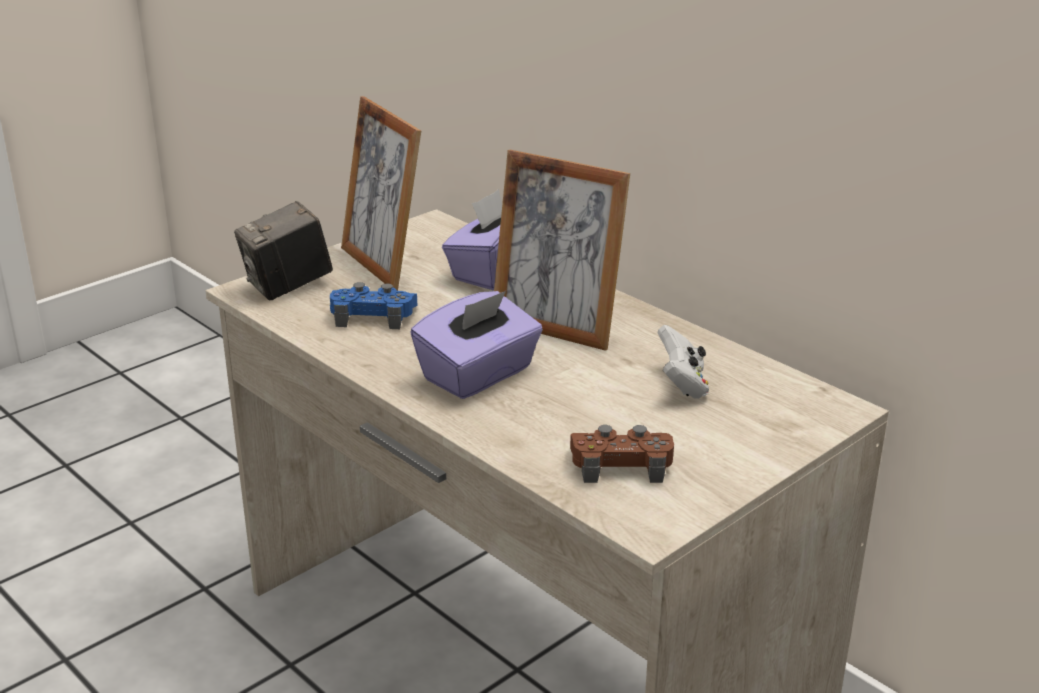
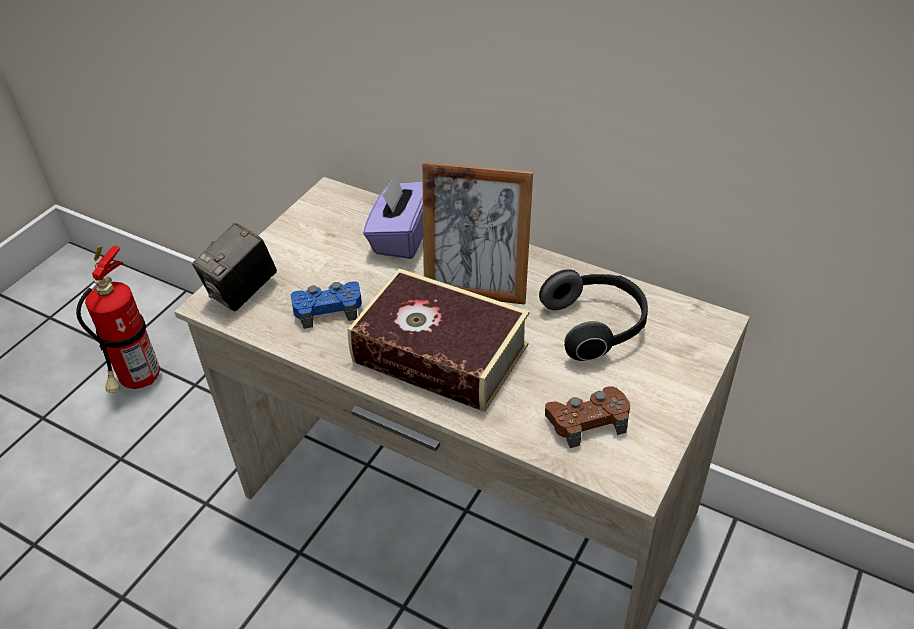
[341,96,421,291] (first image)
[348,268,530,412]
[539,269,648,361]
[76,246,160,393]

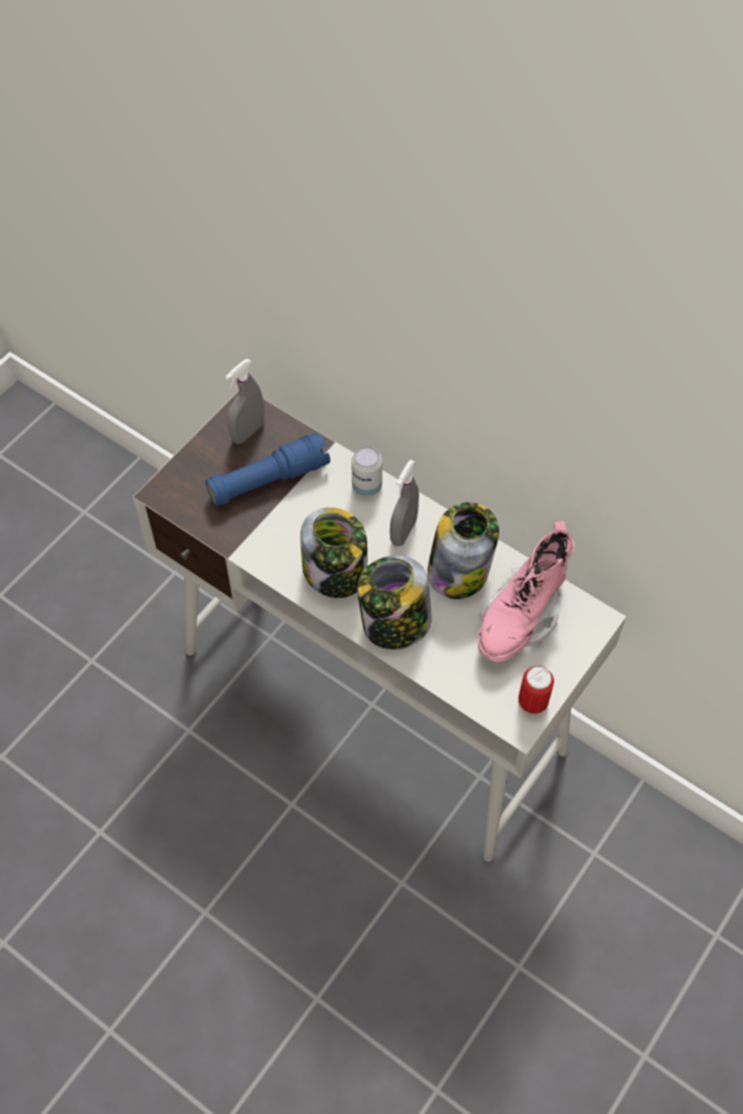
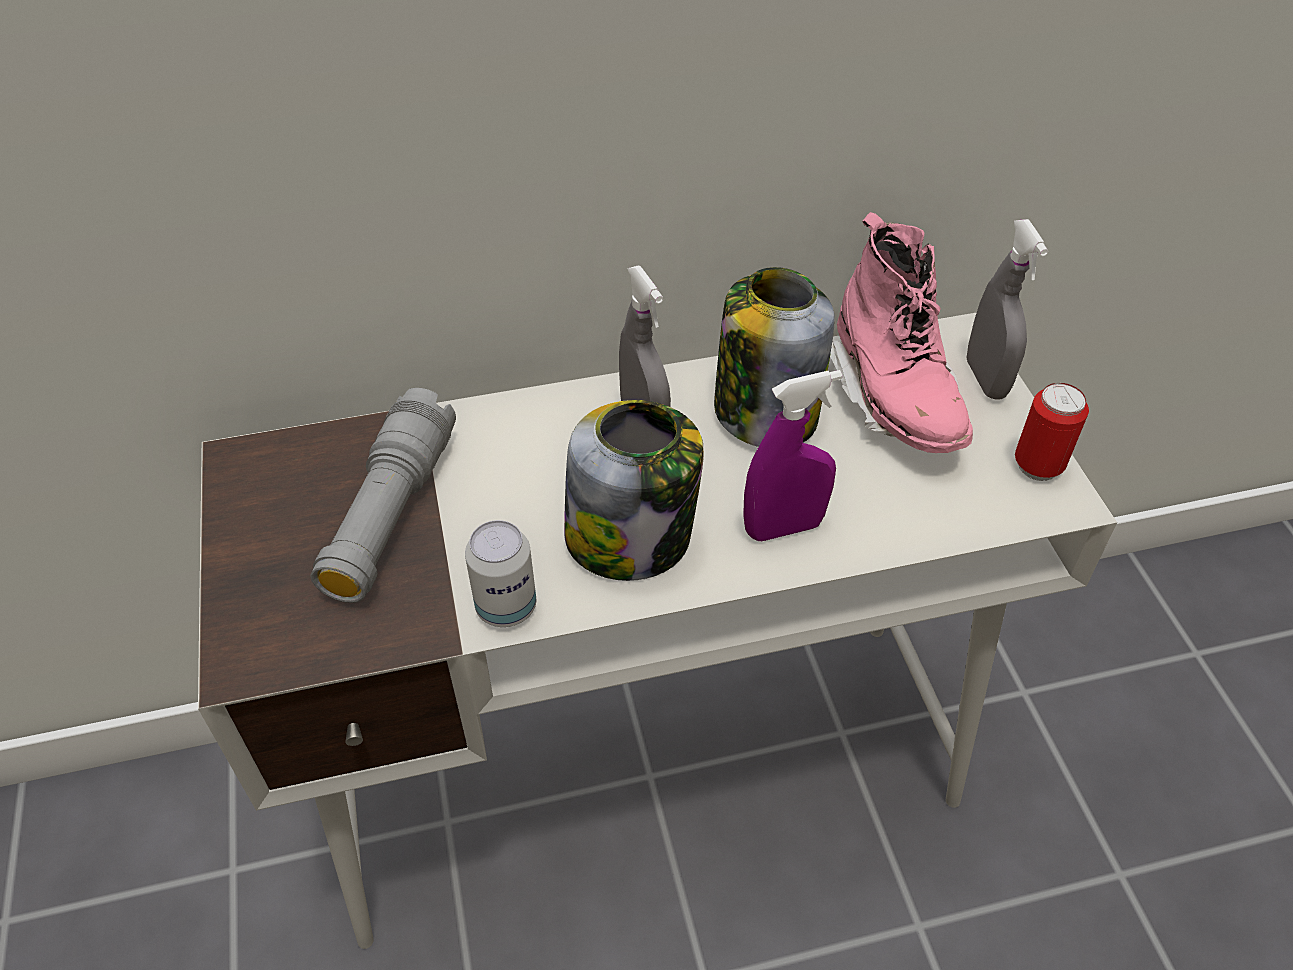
[310,388,456,603]
[966,219,1048,399]
[465,520,536,627]
[743,370,842,541]

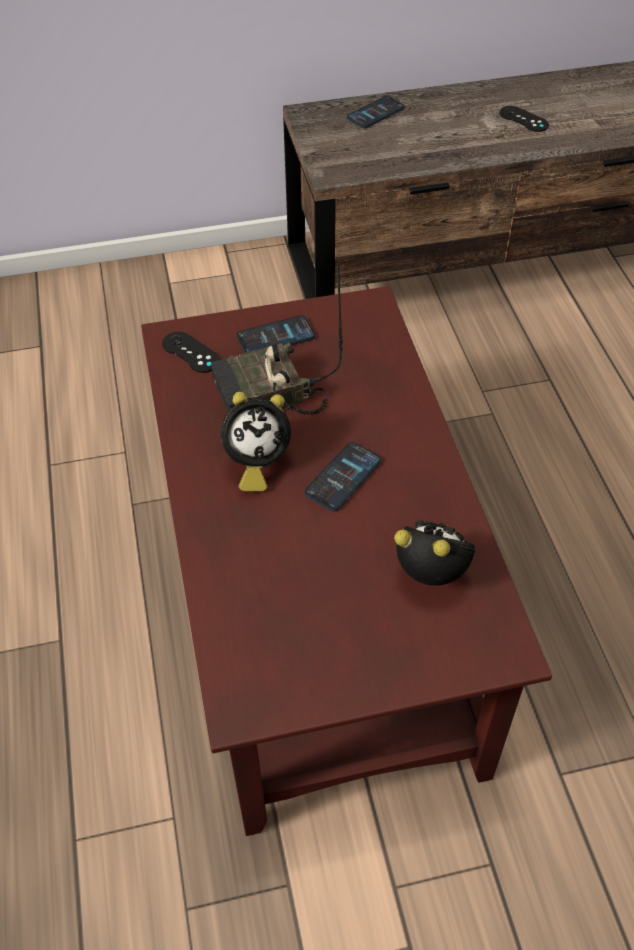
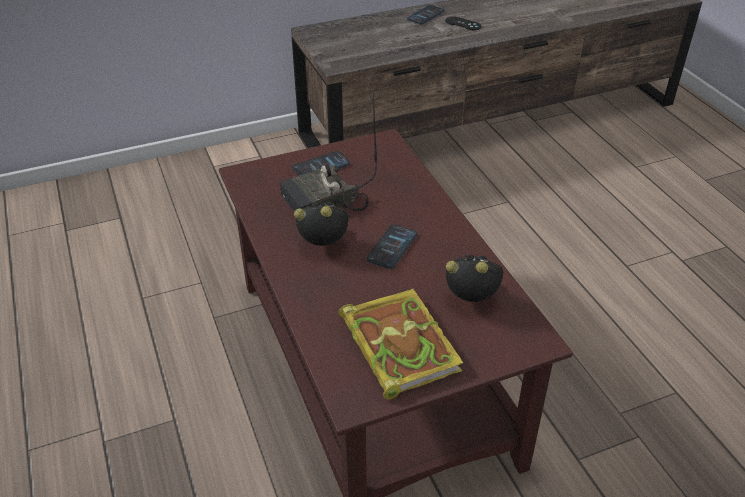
[162,332,220,373] (first image)
[294,202,349,246]
[407,5,445,24]
[339,289,463,399]

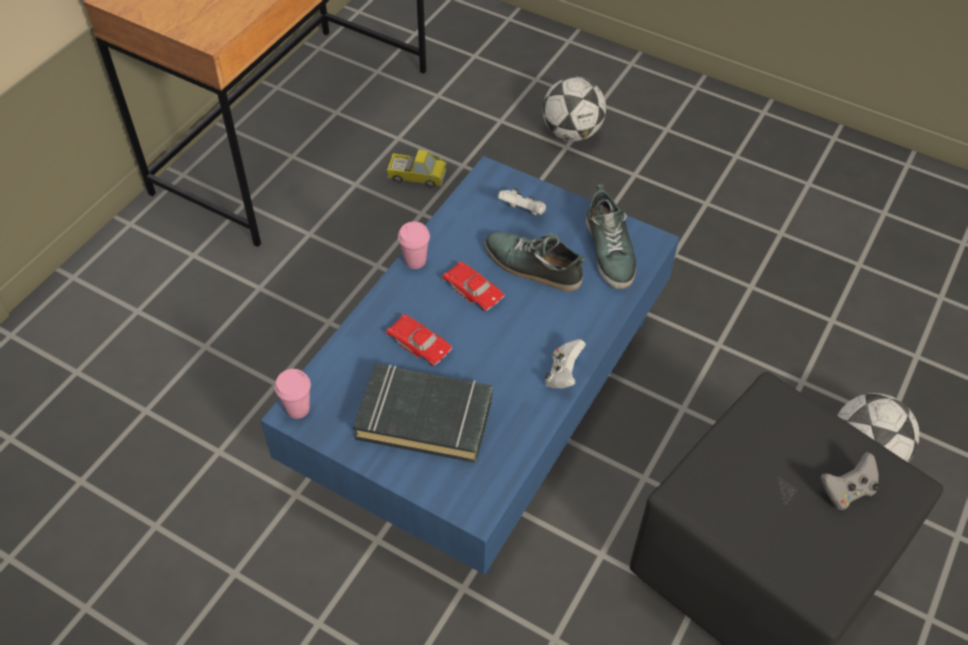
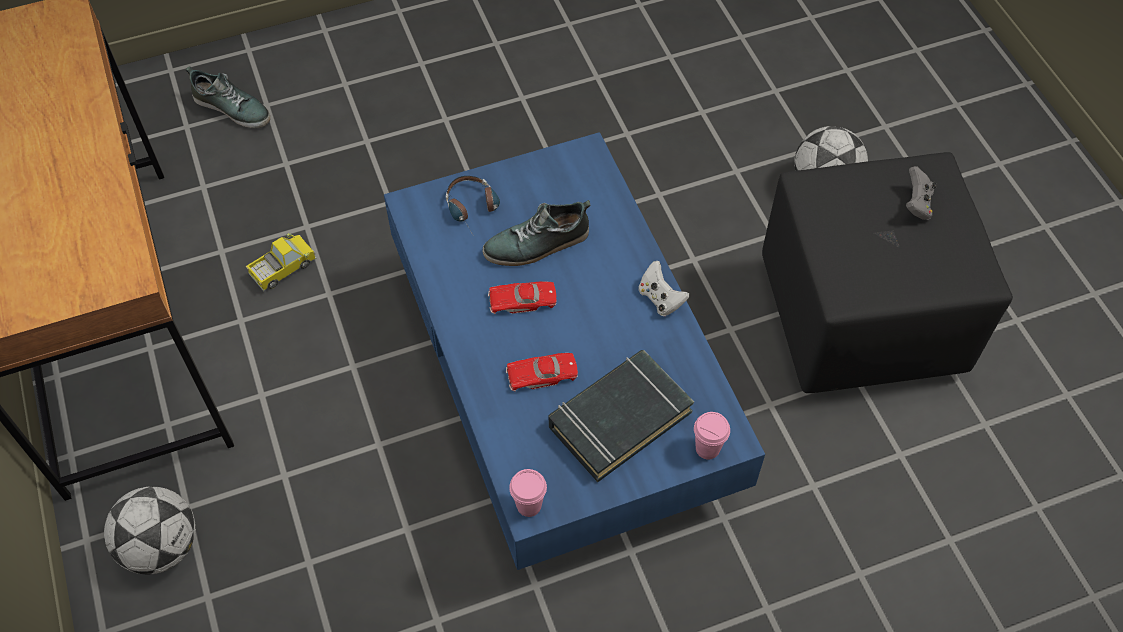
[694,412,730,459]
[446,176,500,235]
[104,486,196,575]
[185,67,270,128]

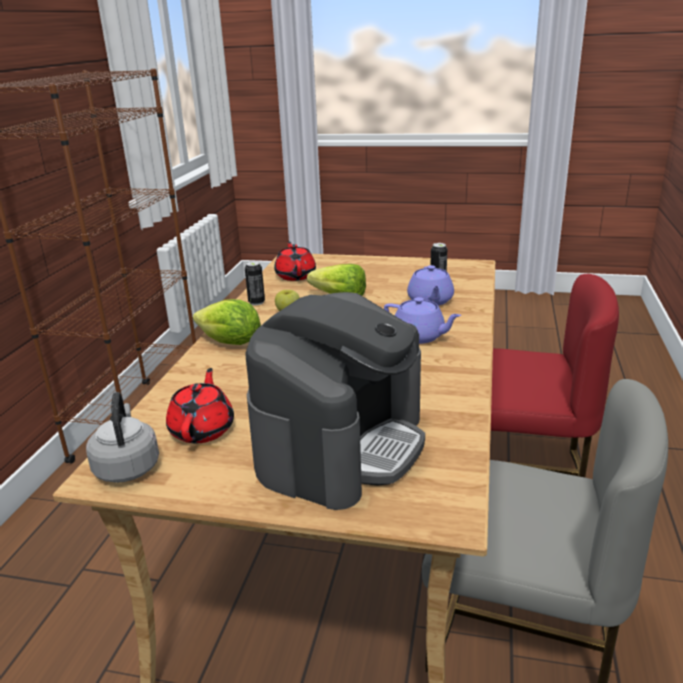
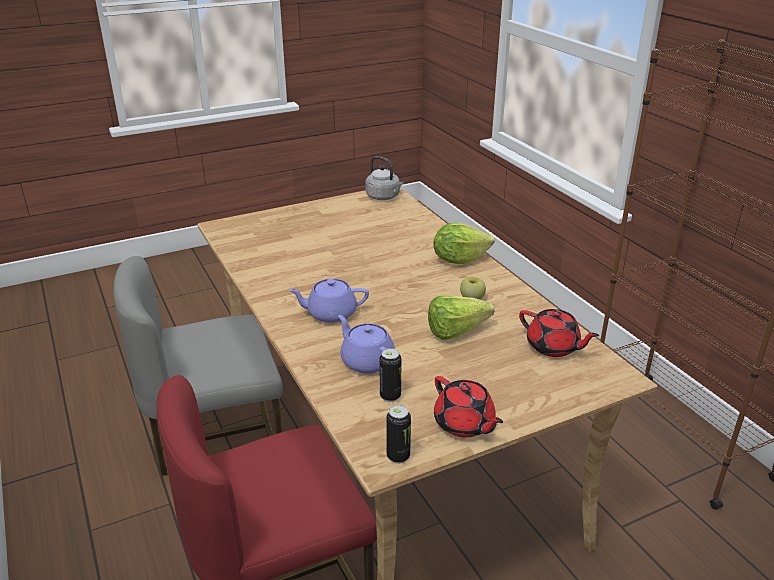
[434,376,503,437]
[387,405,411,464]
[245,292,425,510] (first image)

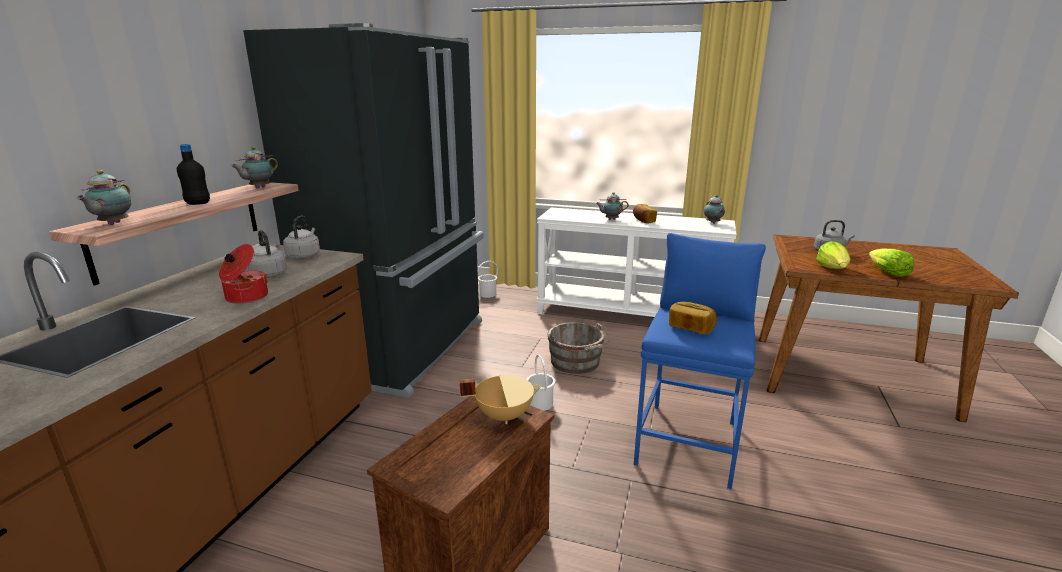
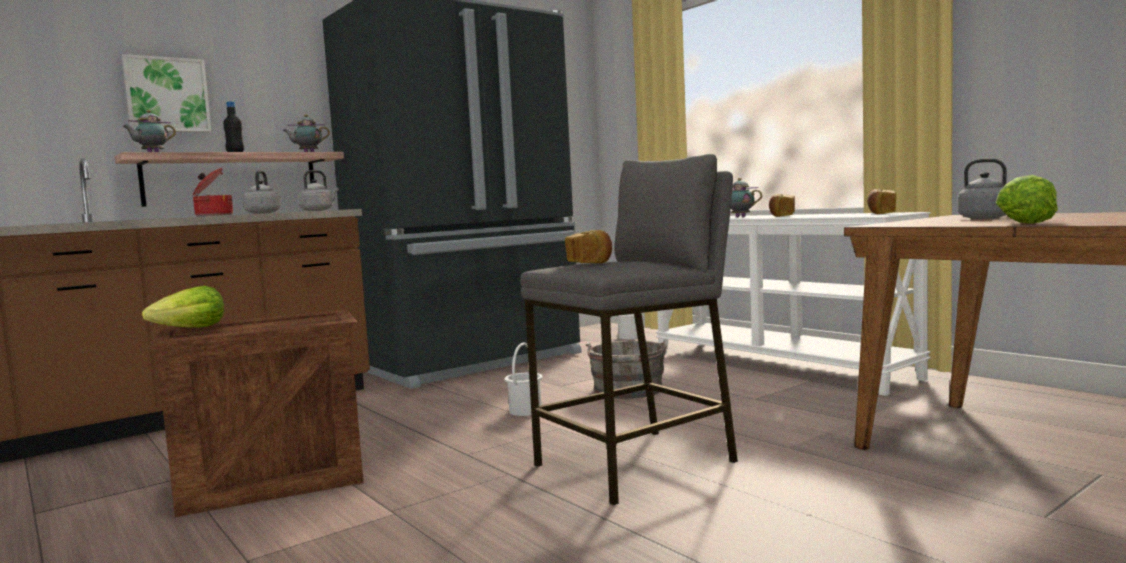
[460,375,541,424] (first image)
[520,154,738,505]
[867,189,896,214]
[142,286,224,327]
[122,54,211,132]

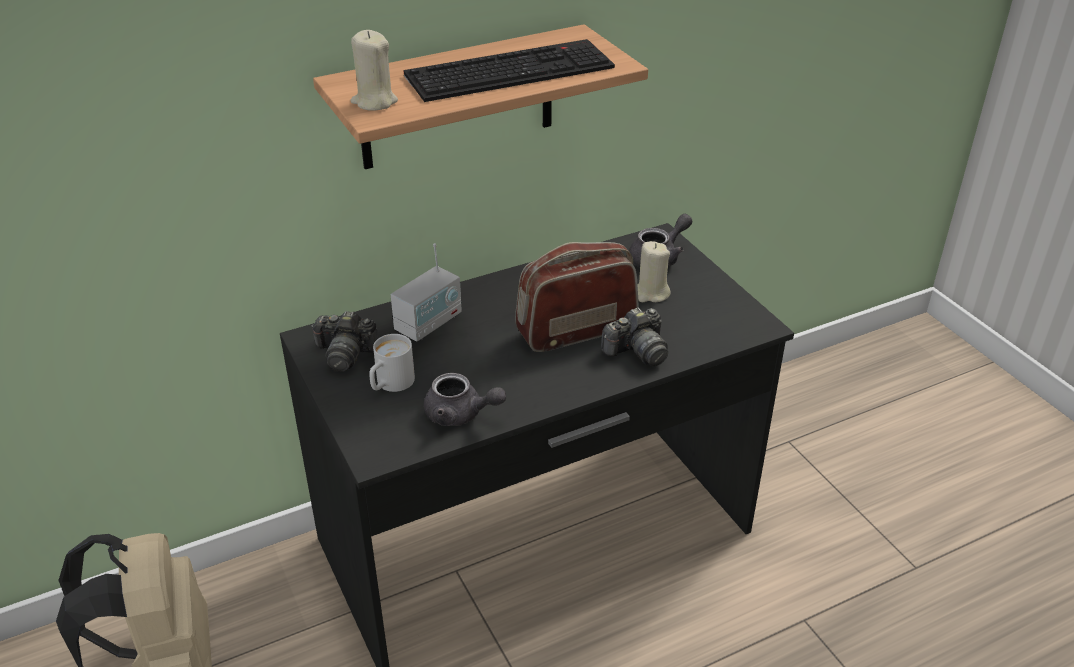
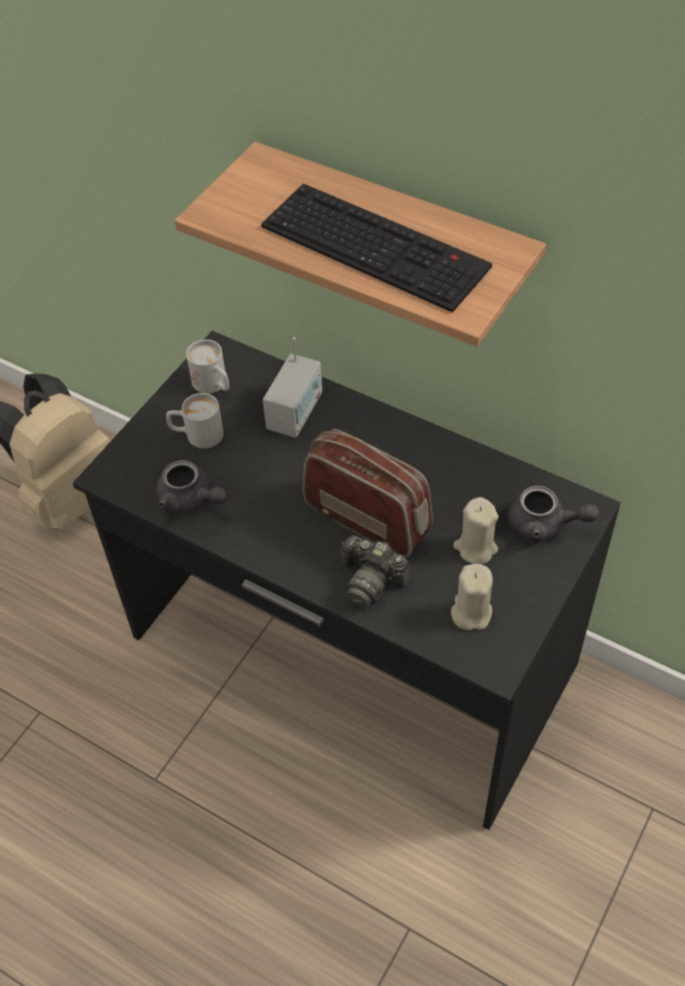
[186,339,229,393]
[451,564,493,630]
[263,337,322,438]
[156,460,228,514]

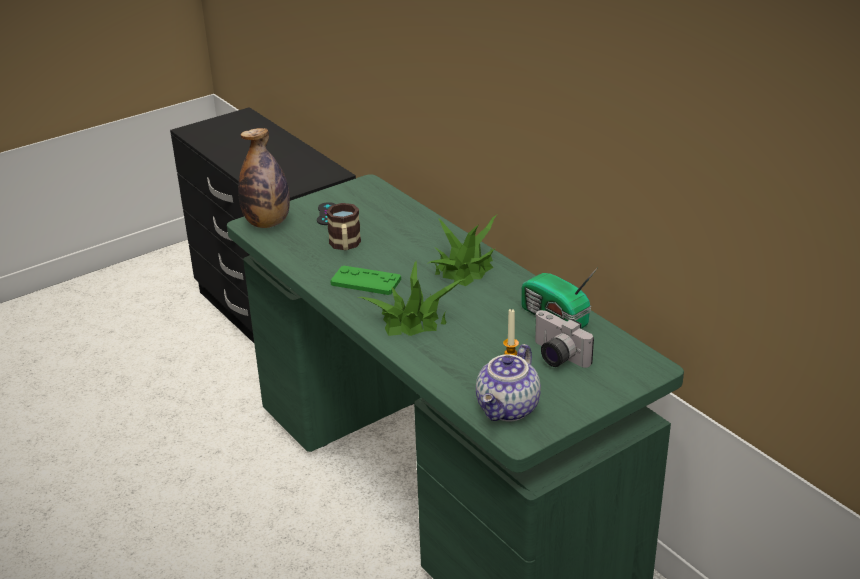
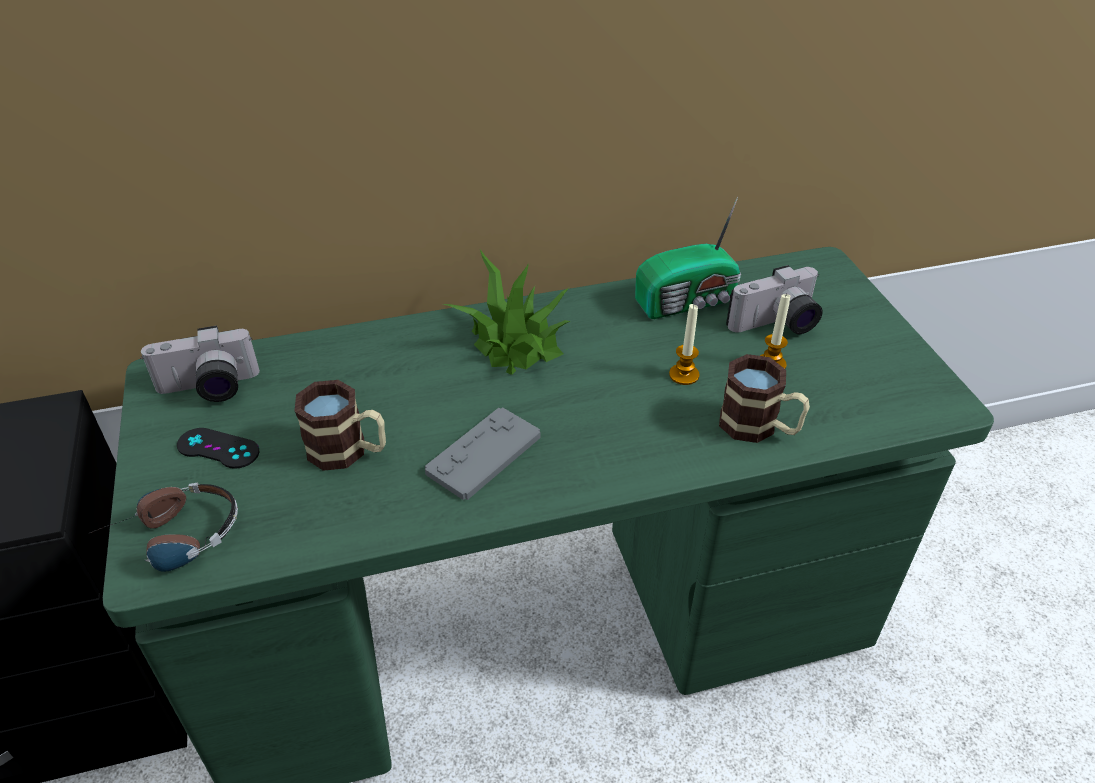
[90,483,238,572]
[425,407,540,500]
[356,261,465,336] (first image)
[476,344,541,422] (first image)
[140,326,260,402]
[669,304,700,385]
[719,354,810,443]

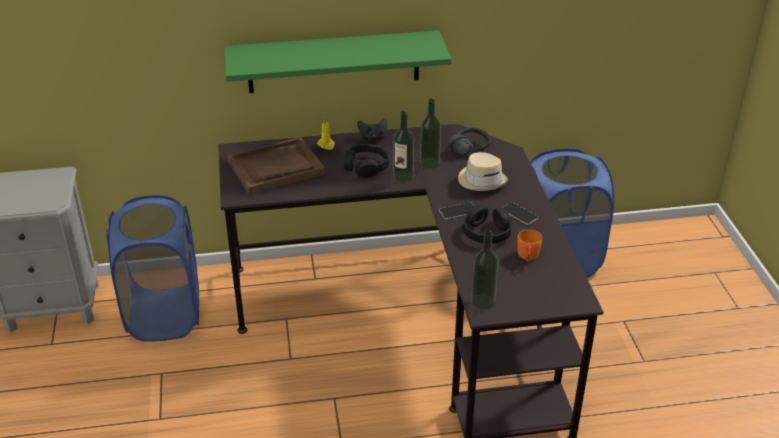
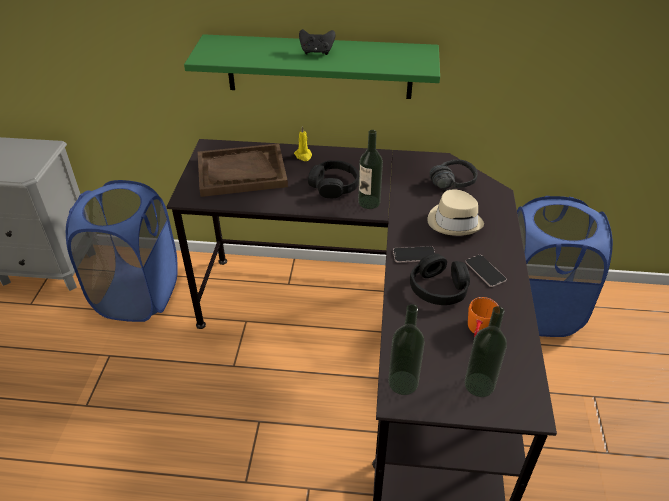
[299,29,336,55]
[464,306,507,397]

